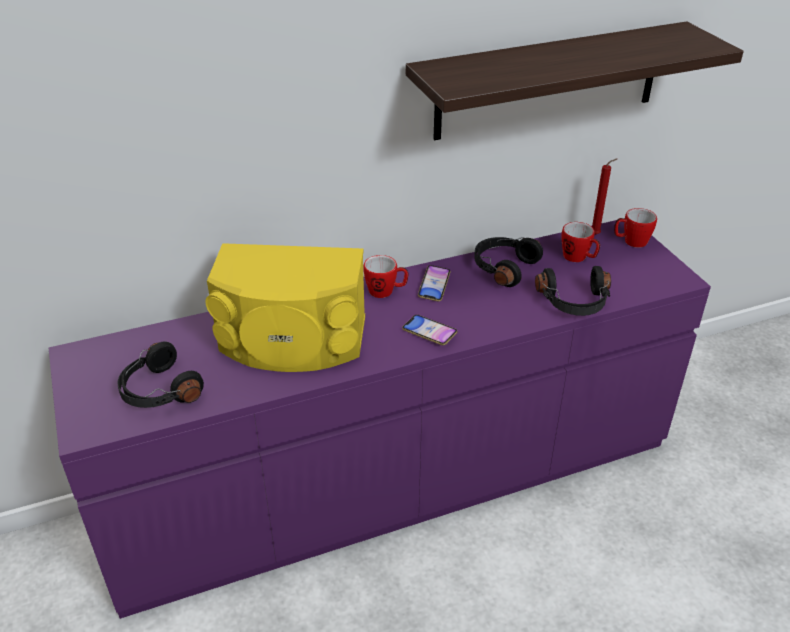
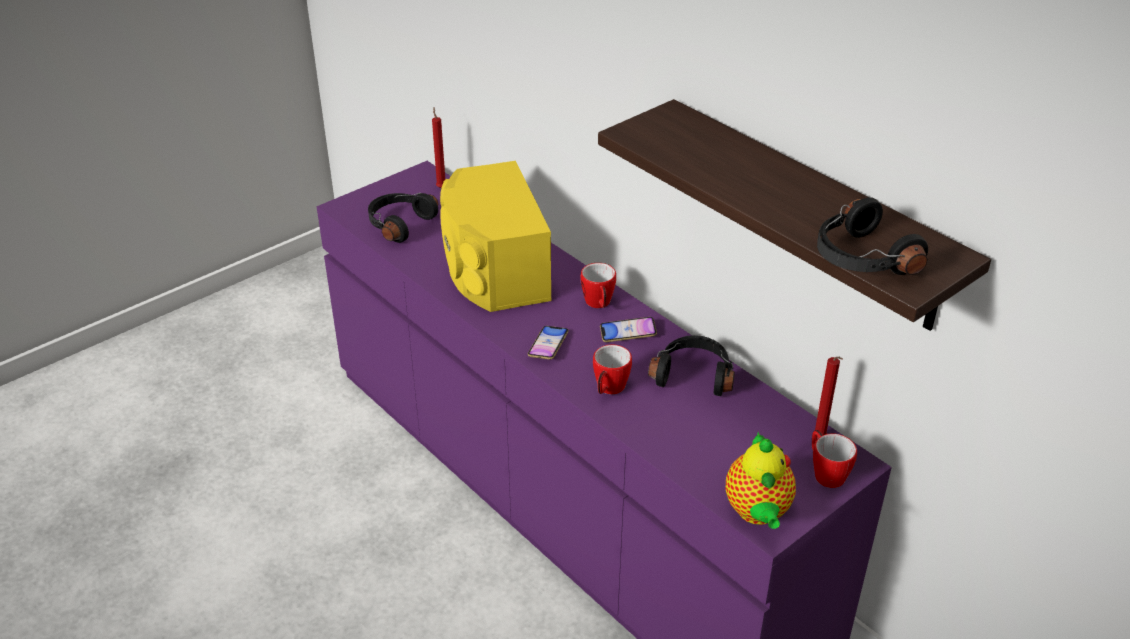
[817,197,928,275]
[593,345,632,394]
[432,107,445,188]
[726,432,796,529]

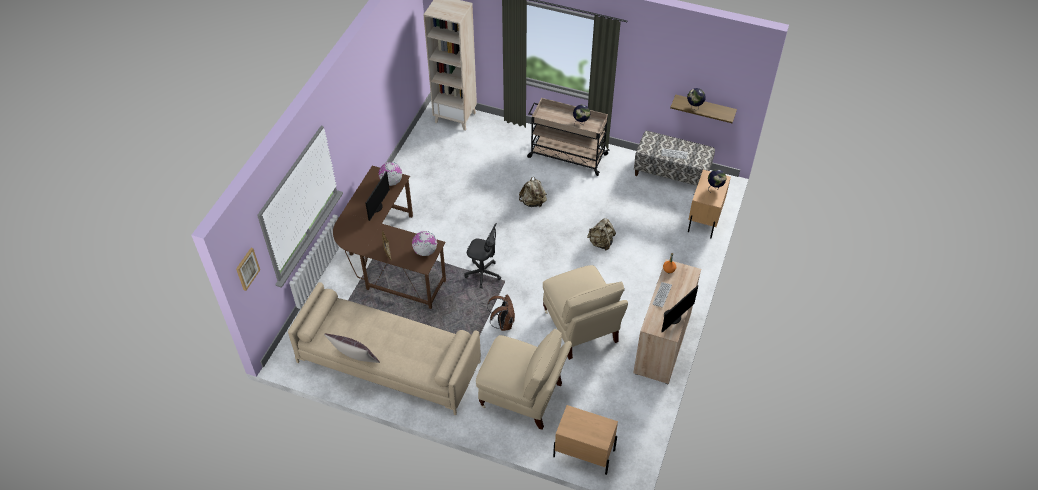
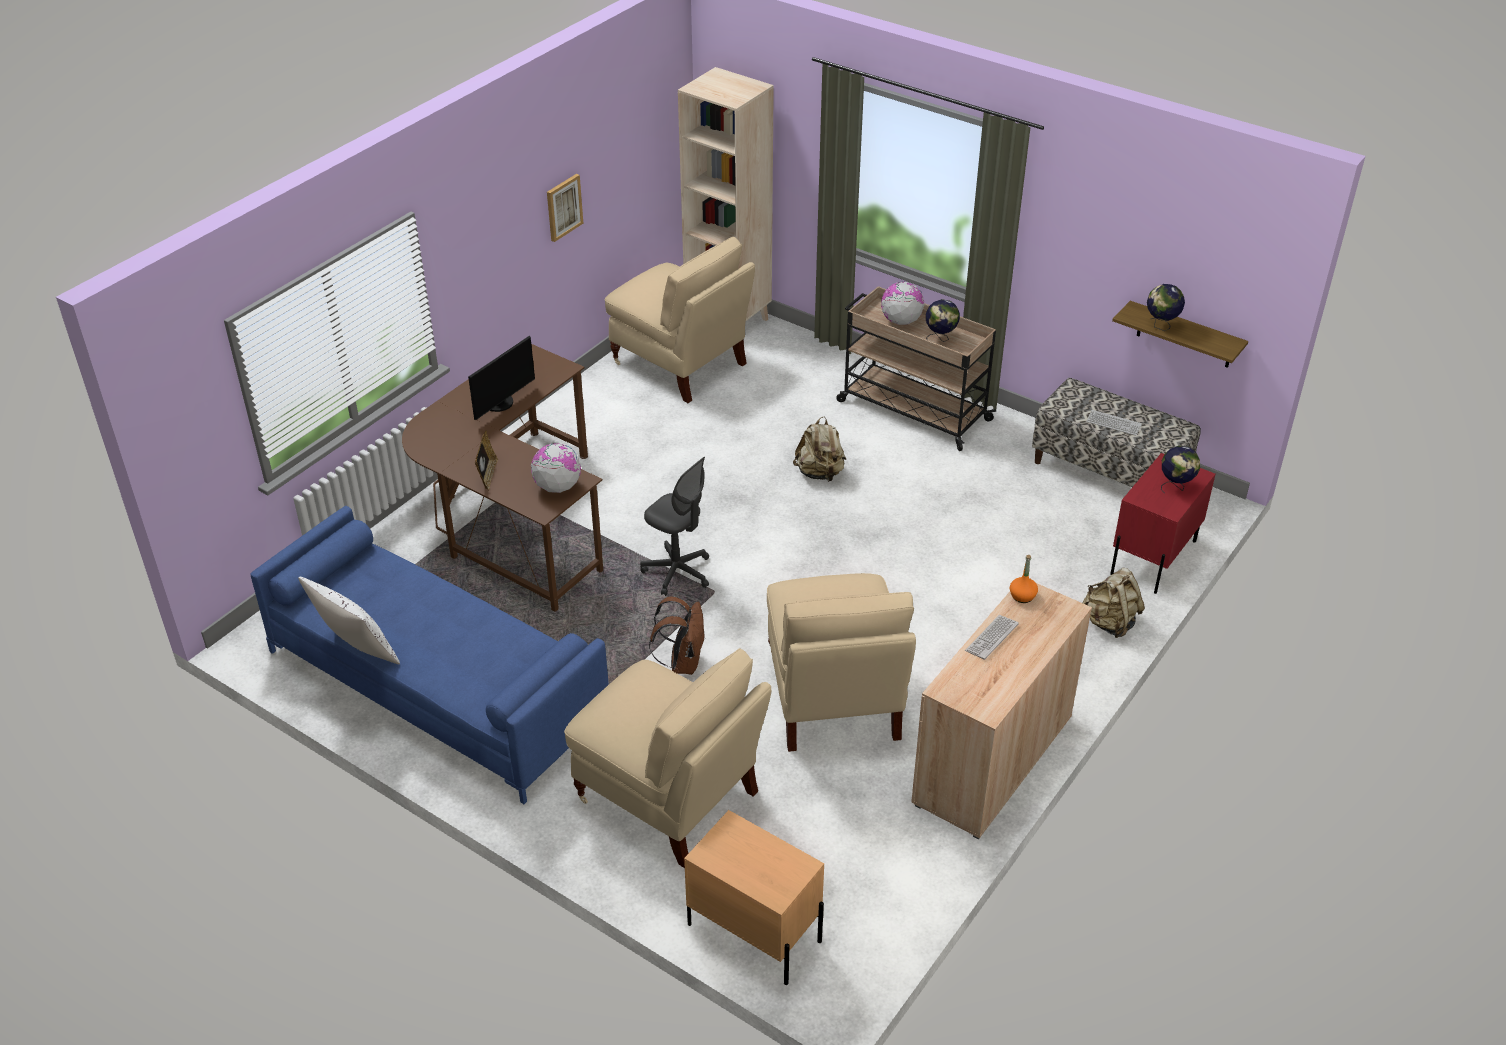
[547,174,583,242]
[250,506,609,804]
[298,577,400,664]
[881,282,925,325]
[1082,568,1145,638]
[661,285,698,332] (first image)
[1110,453,1216,594]
[605,236,755,403]

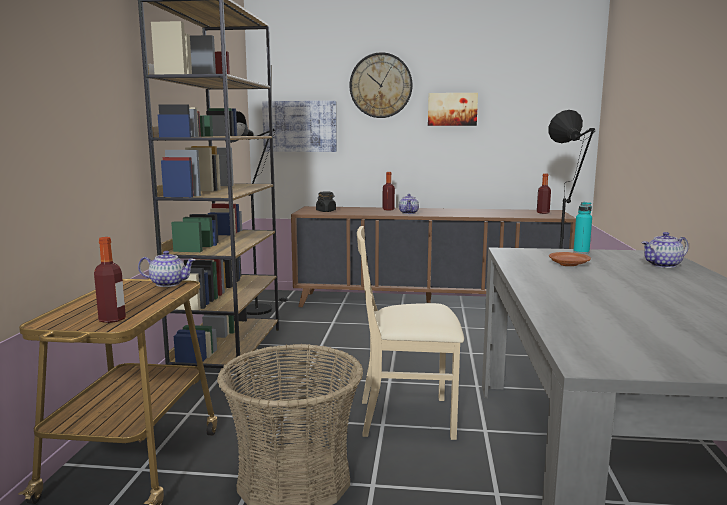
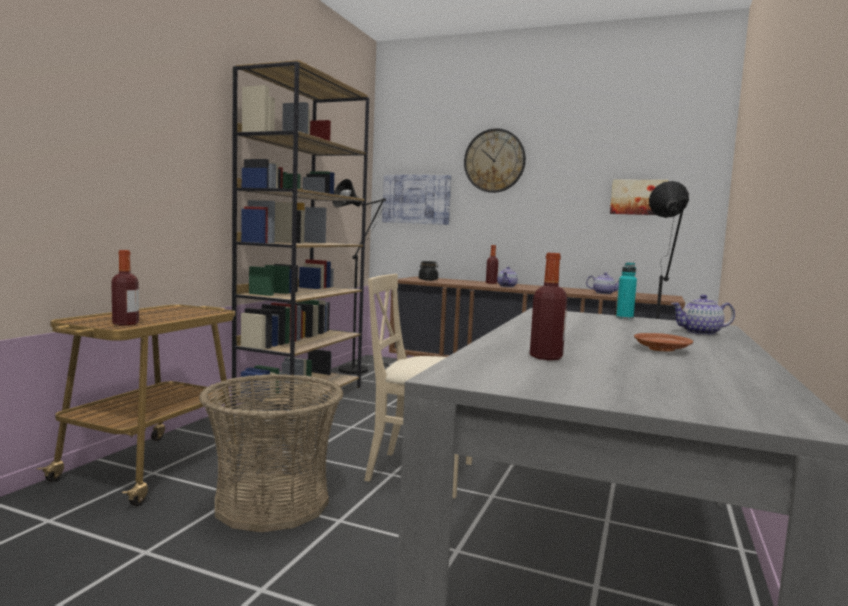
[586,272,619,294]
[610,179,669,215]
[530,253,567,360]
[634,333,693,352]

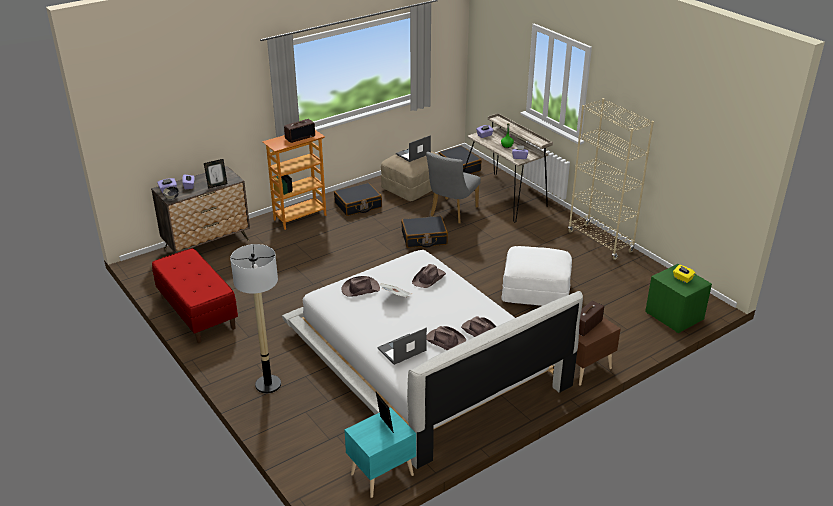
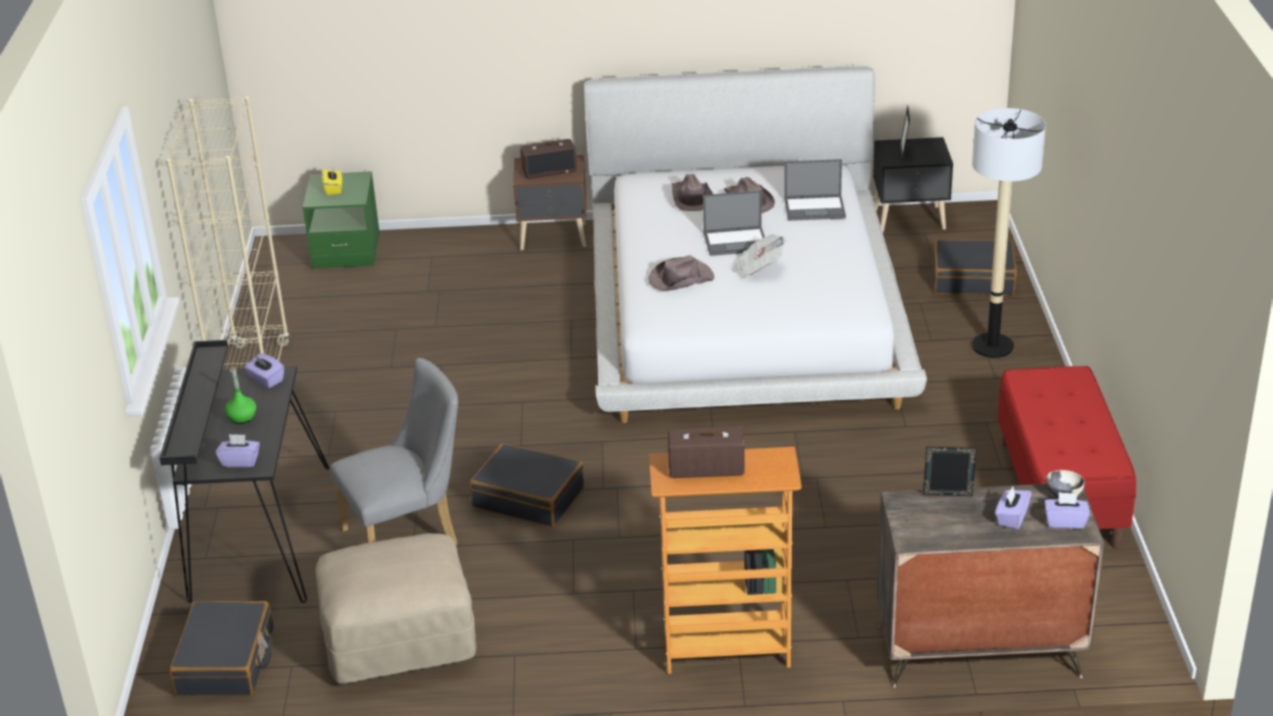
[933,240,1017,295]
[341,276,380,297] (first image)
[873,137,953,232]
[703,190,765,256]
[160,340,329,603]
[501,246,572,306] (first image)

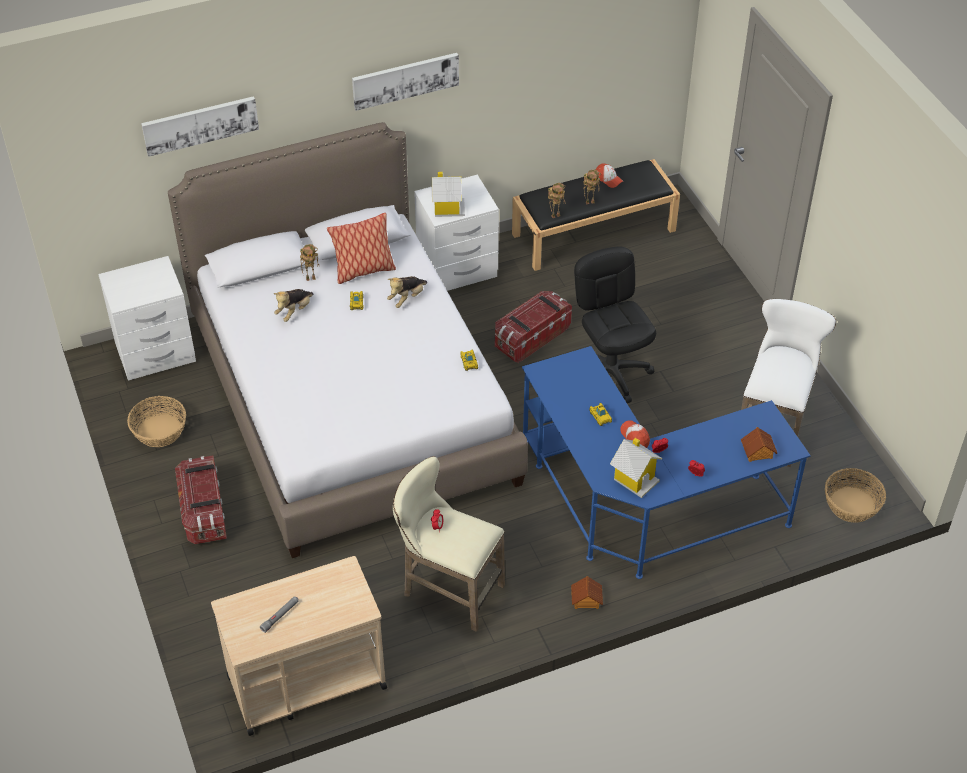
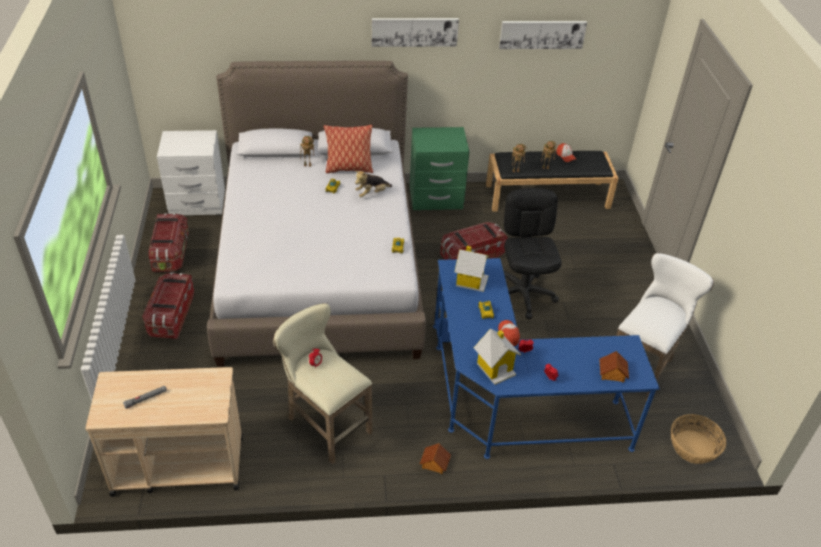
[149,213,189,272]
[499,21,587,49]
[274,289,313,322] (first image)
[409,127,469,210]
[455,246,489,292]

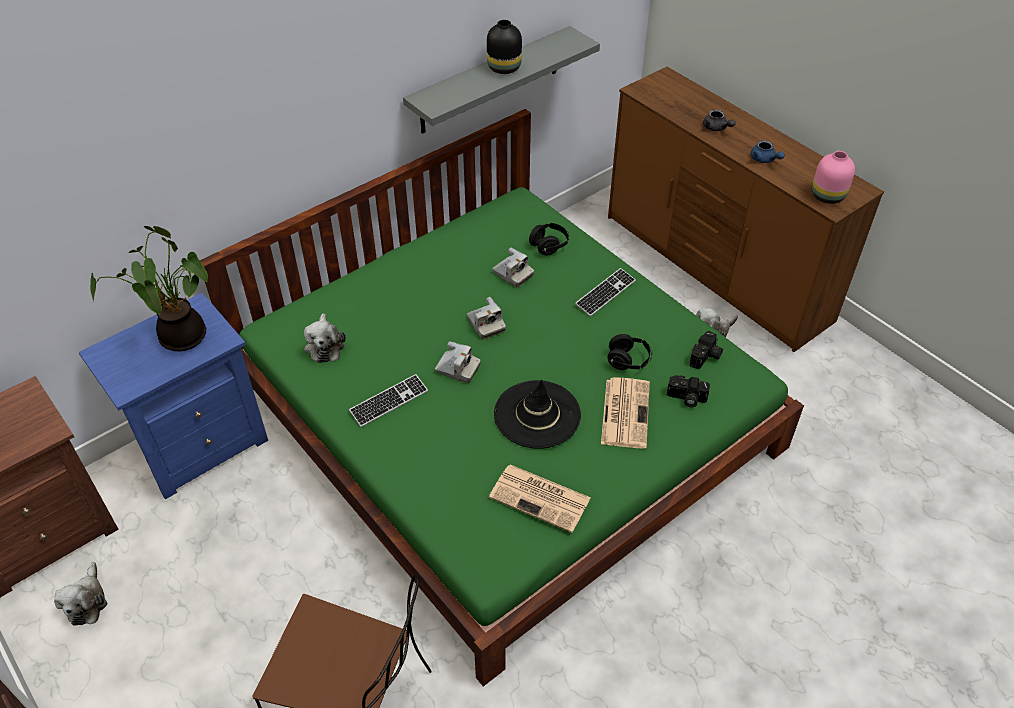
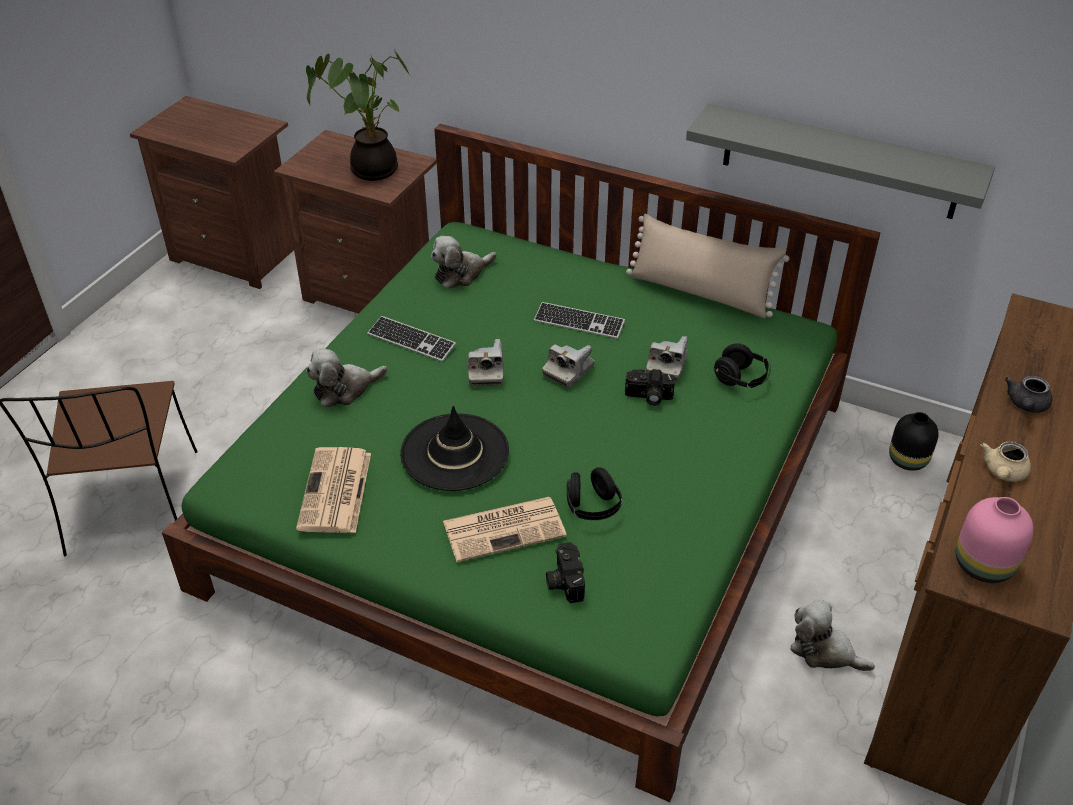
[306,348,388,408]
[274,130,437,314]
[889,412,939,471]
[534,302,625,339]
[625,369,675,406]
[980,442,1031,482]
[626,214,789,319]

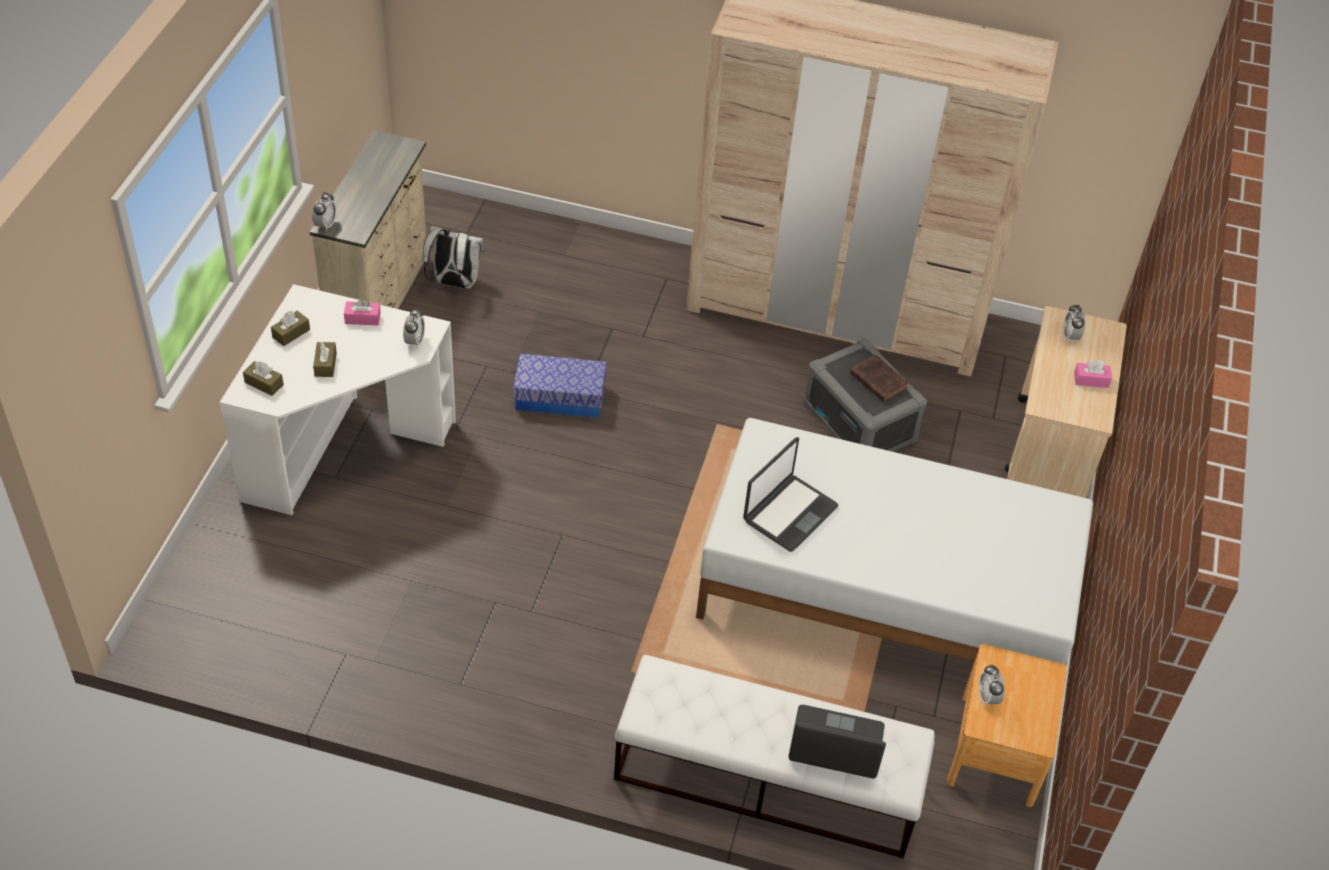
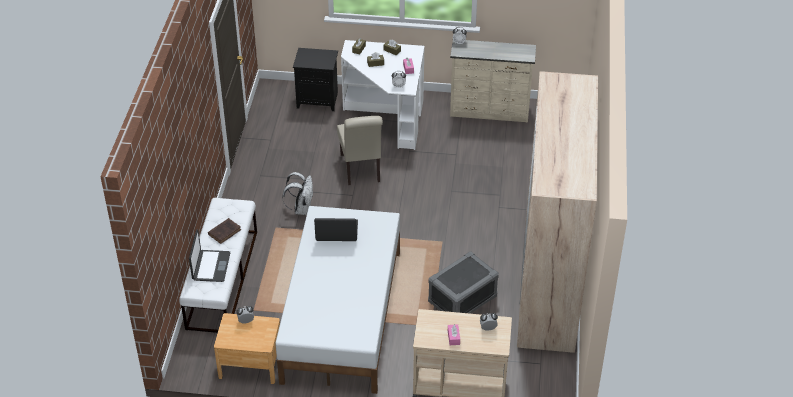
[282,172,313,215]
[513,354,607,418] (first image)
[314,218,358,241]
[208,218,241,244]
[293,48,338,111]
[337,116,383,185]

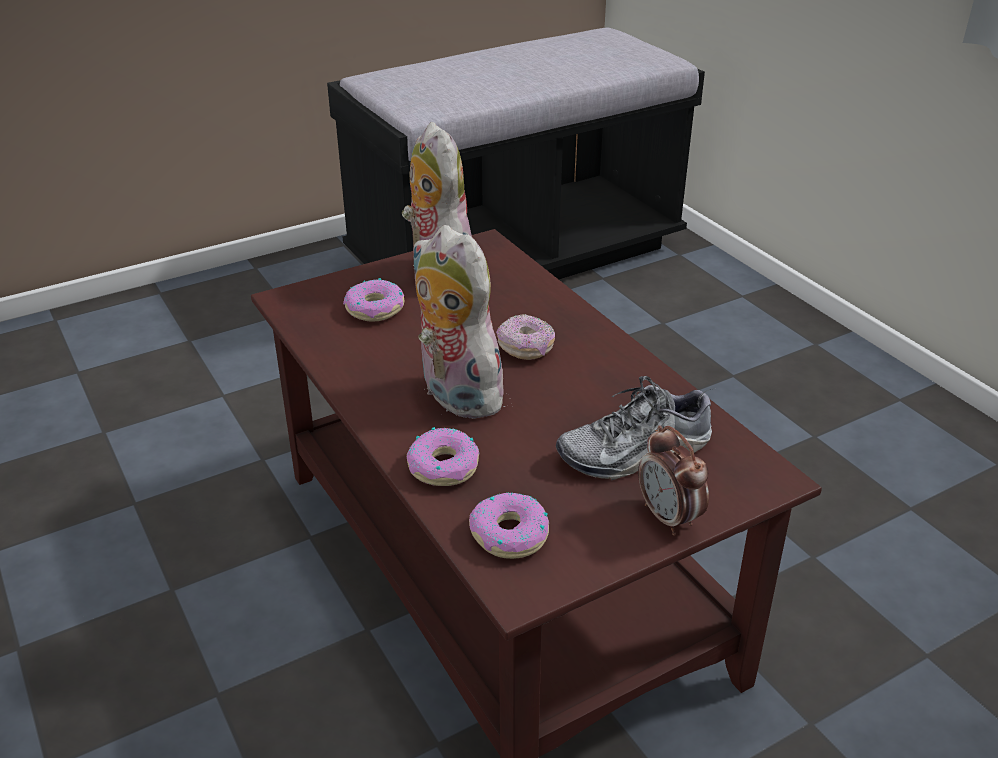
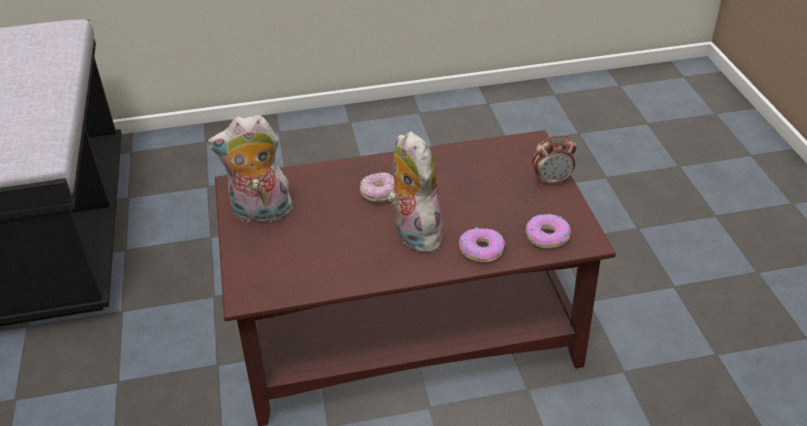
[343,278,405,321] (first image)
[387,131,444,253]
[556,376,712,480] (first image)

